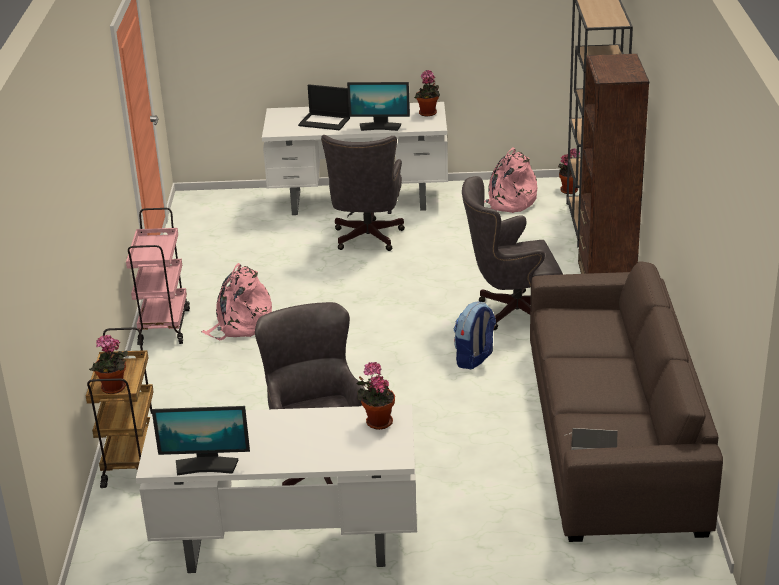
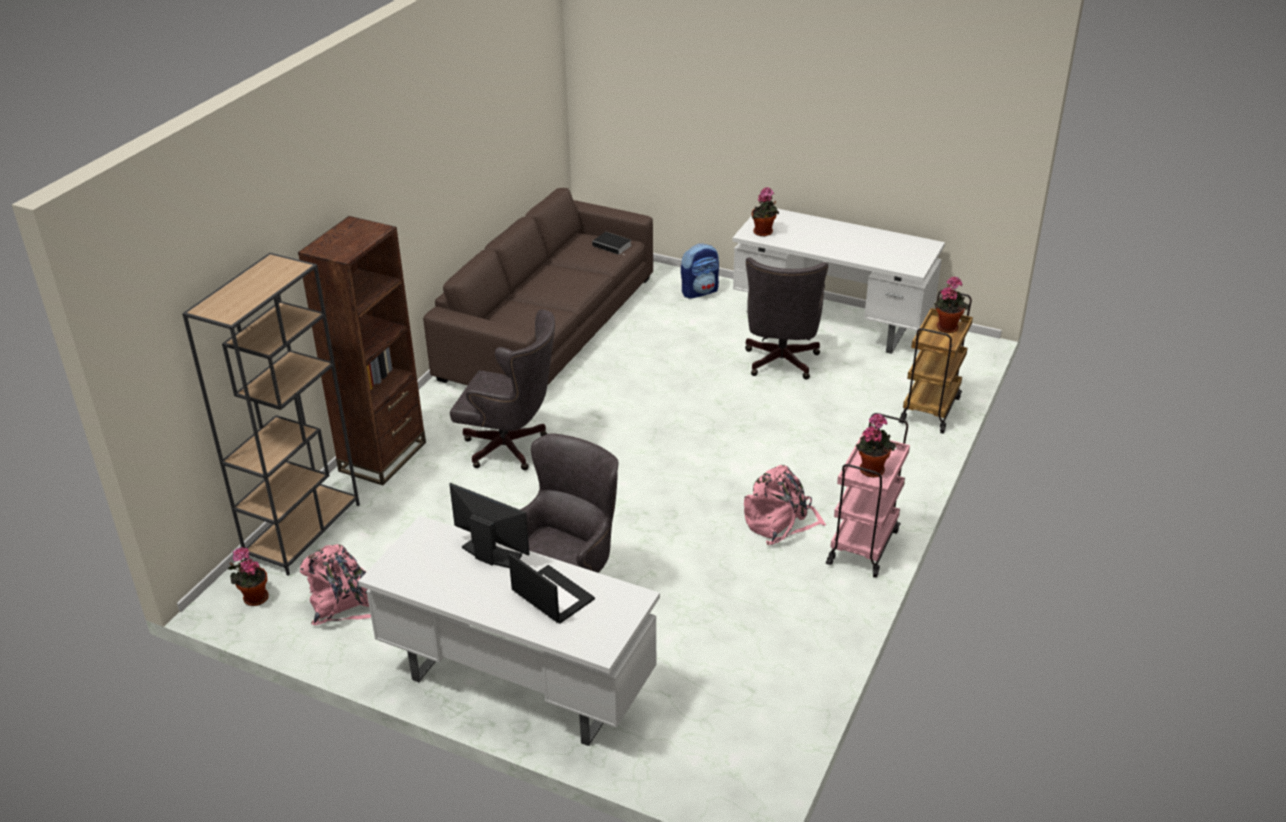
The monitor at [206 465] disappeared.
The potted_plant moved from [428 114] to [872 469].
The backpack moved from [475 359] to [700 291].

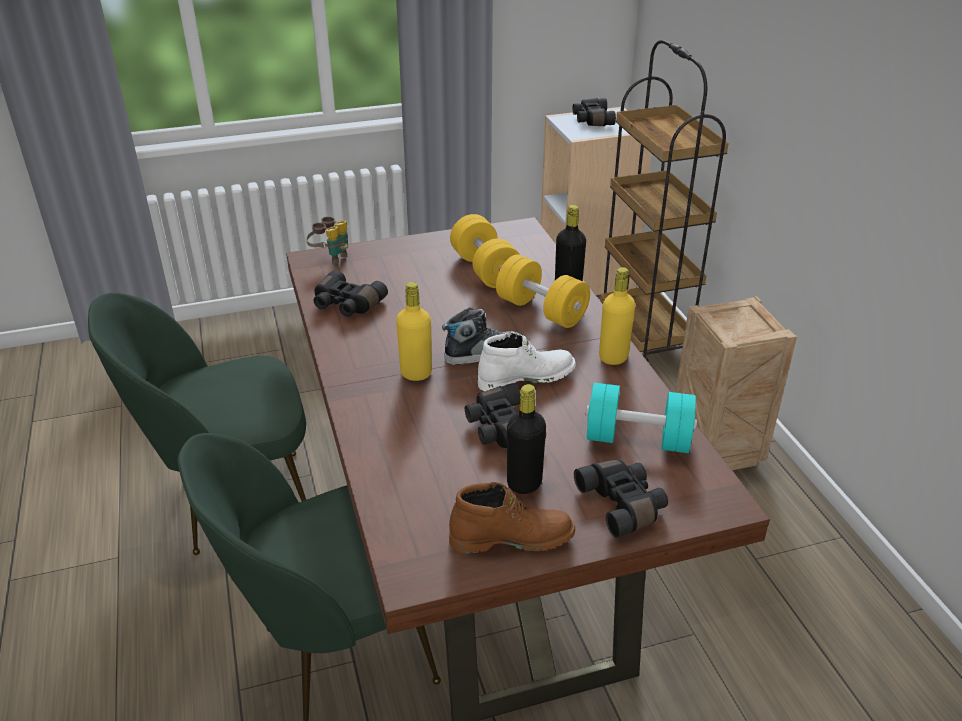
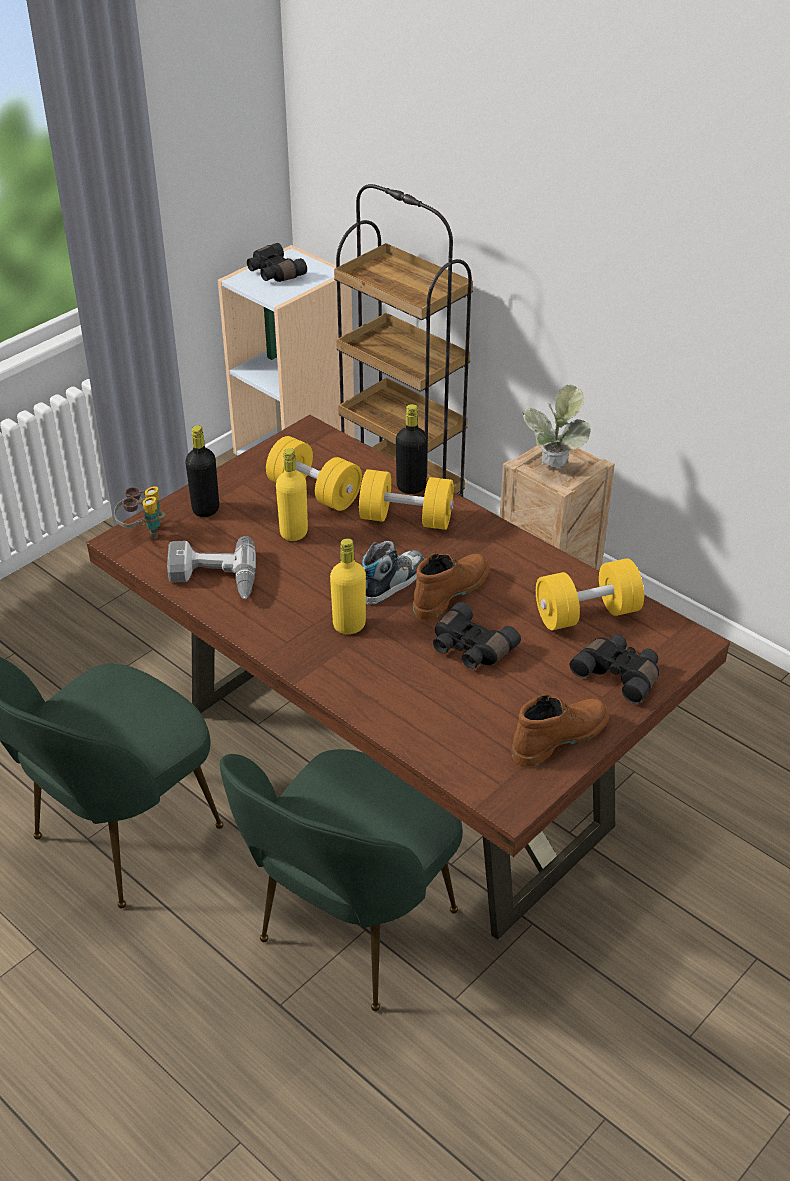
The black_binoculars at [346 305] was replaced by the power_drill at [213 579].
The white_boot at [526 377] became the brown_boot at [449 592].
The black_bottle moved from [524 483] to [205 509].
The turquoise_dumbbell at [637 439] became the yellow_dumbbell at [587 614].
The yellow_bottle moved from [613 357] to [294 533].
The potted_plant at [552 470] appeared.

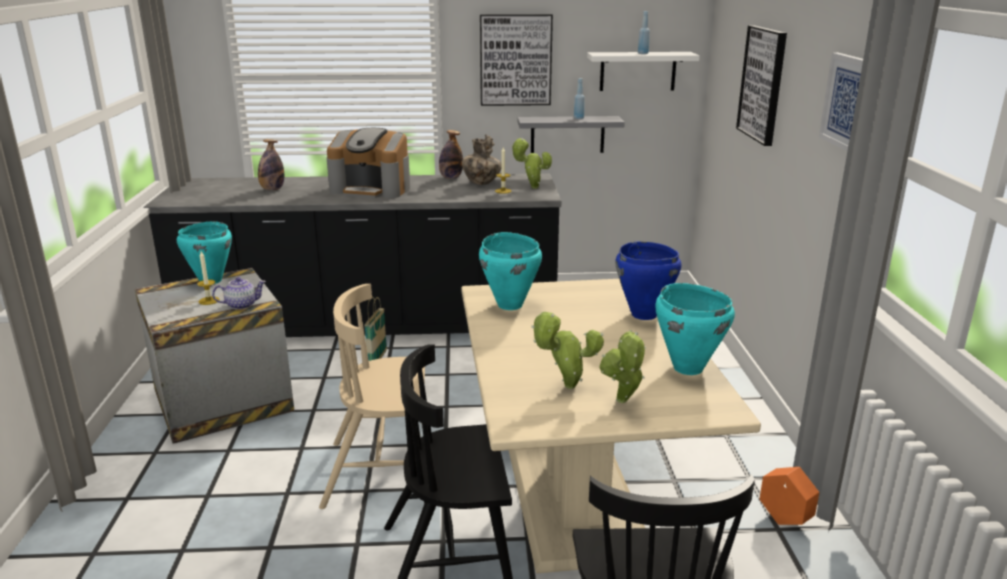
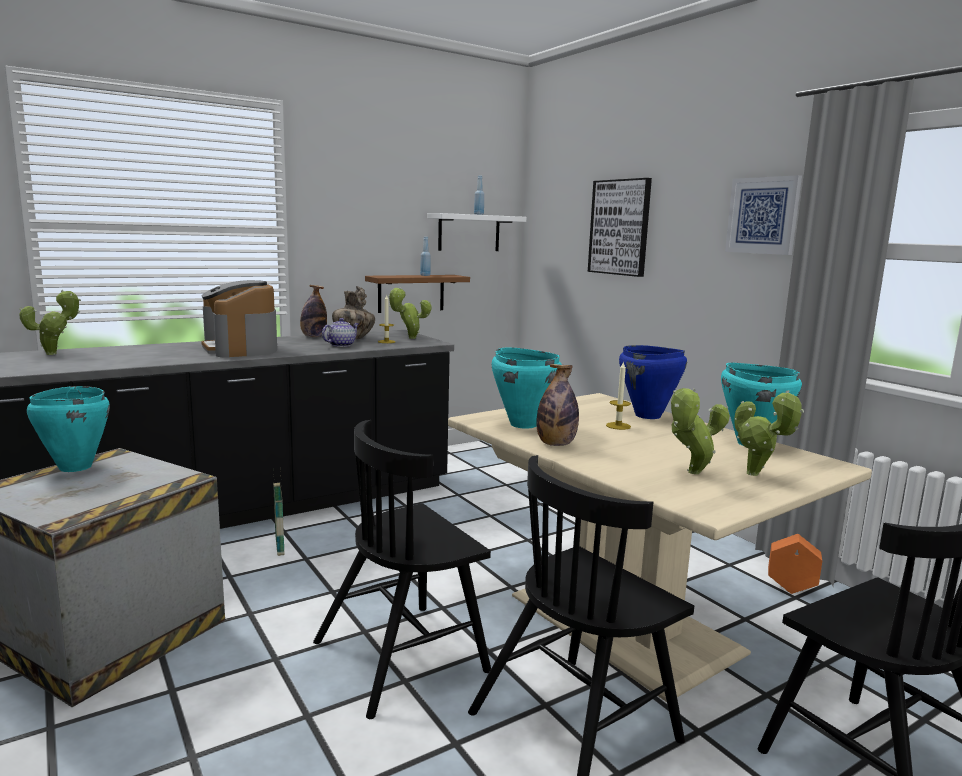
The candle moved from [209 300] to [618 426].
The teapot moved from [242 305] to [341 345].
The bottle moved from [272 189] to [556 444].
The beige_chair at [388 471] became the black_chair at [409 652].
The coffee_machine at [372 189] turned 75 degrees clockwise.
The picture at [515 60] disappeared.
The grey_shelf at [567 134] became the brown_shelf at [411 293].
The potted_plant at [55 354] appeared.

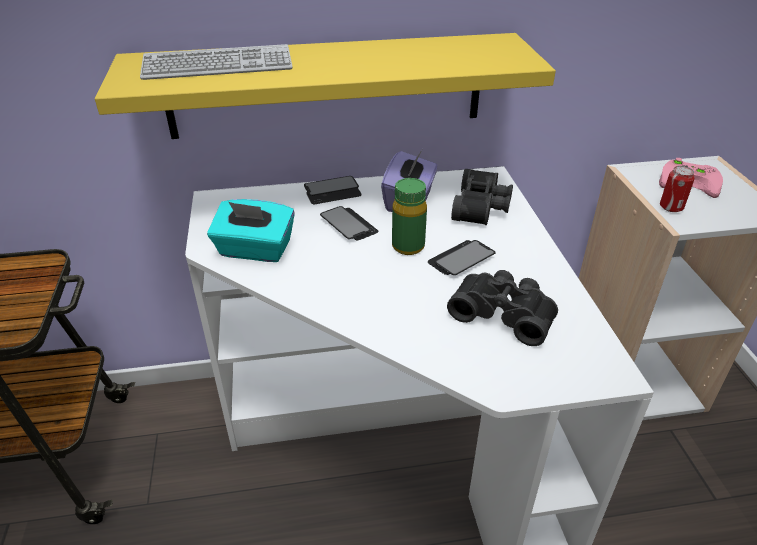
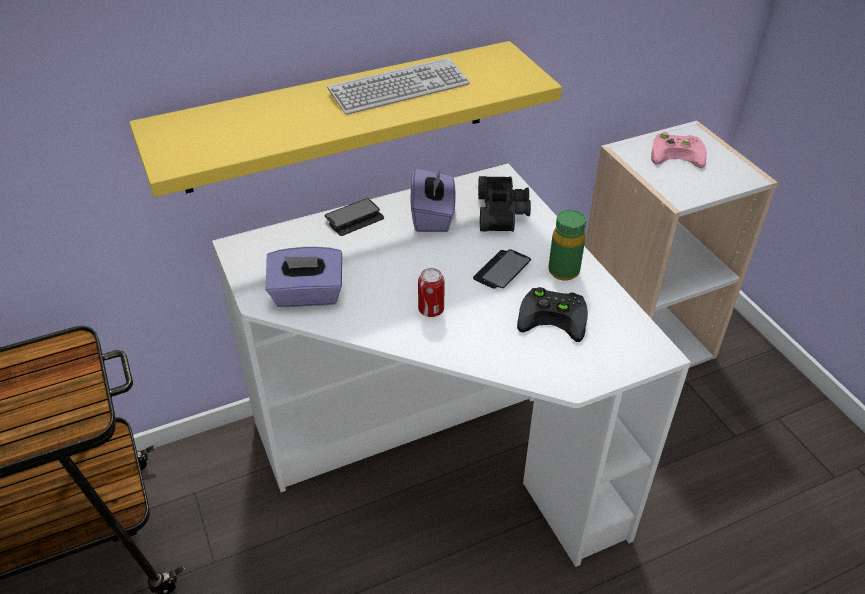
The keyboard moved from [218 65] to [399 88].
The turquoise_tissue_box at [255 250] became the purple_tissue_box at [307 295].
The phone at [348 225] disappeared.
The green_bottle moved from [408 246] to [563 271].
The black_binoculars at [503 314] was replaced by the black_game_controller at [555 316].
The can moved from [671 207] to [431 310].

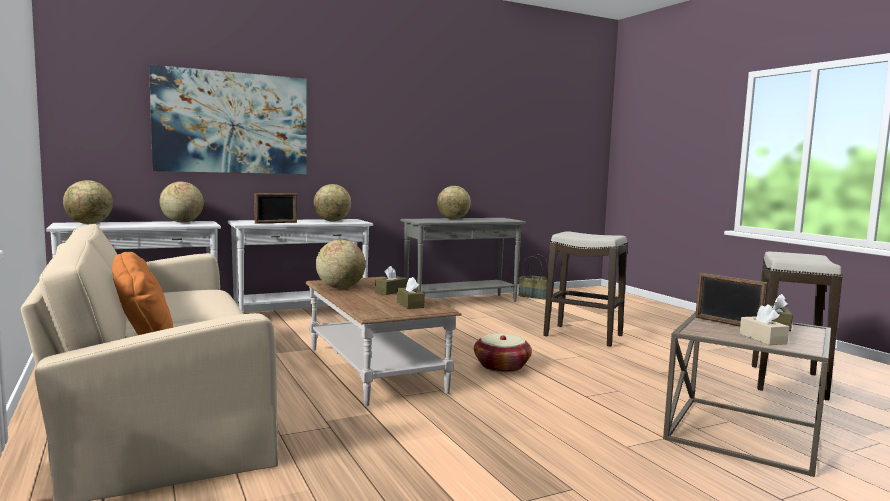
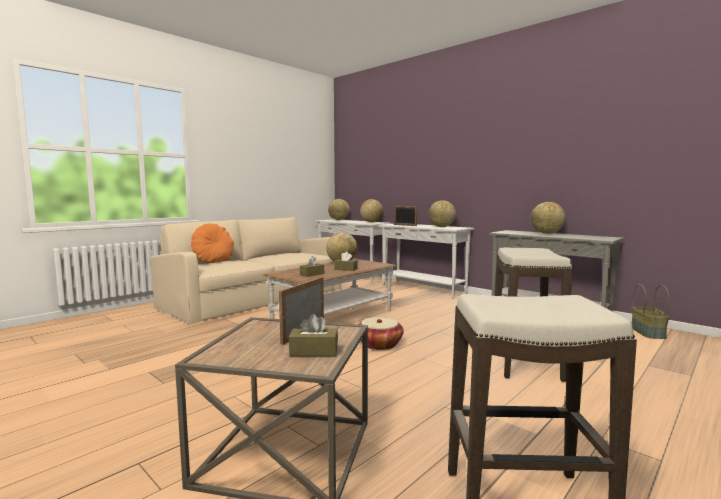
The picture at [232 123] disappeared.
The beige_tissue_box at [762 339] disappeared.

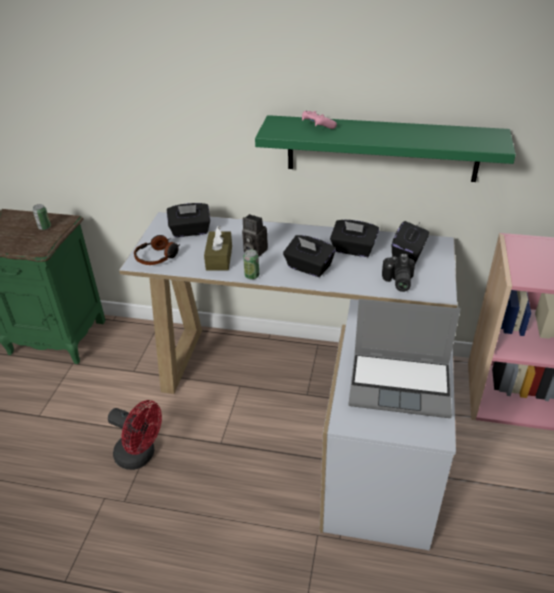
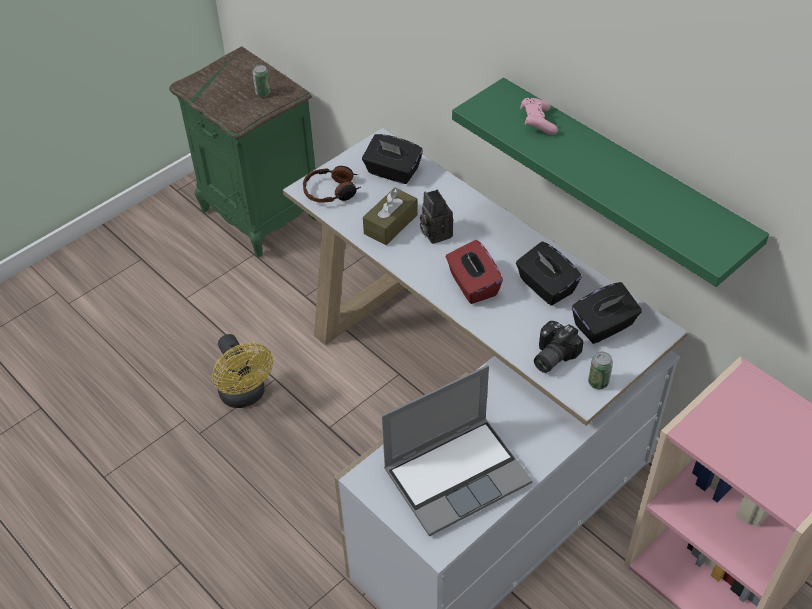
The red_fan at [140 456] became the yellow_fan at [245 396].
The can moved from [252 276] to [598 382].
The black_tissue_box at [308 267] became the red_tissue_box at [472 285].
The laptop at [401 384] turned 75 degrees counterclockwise.

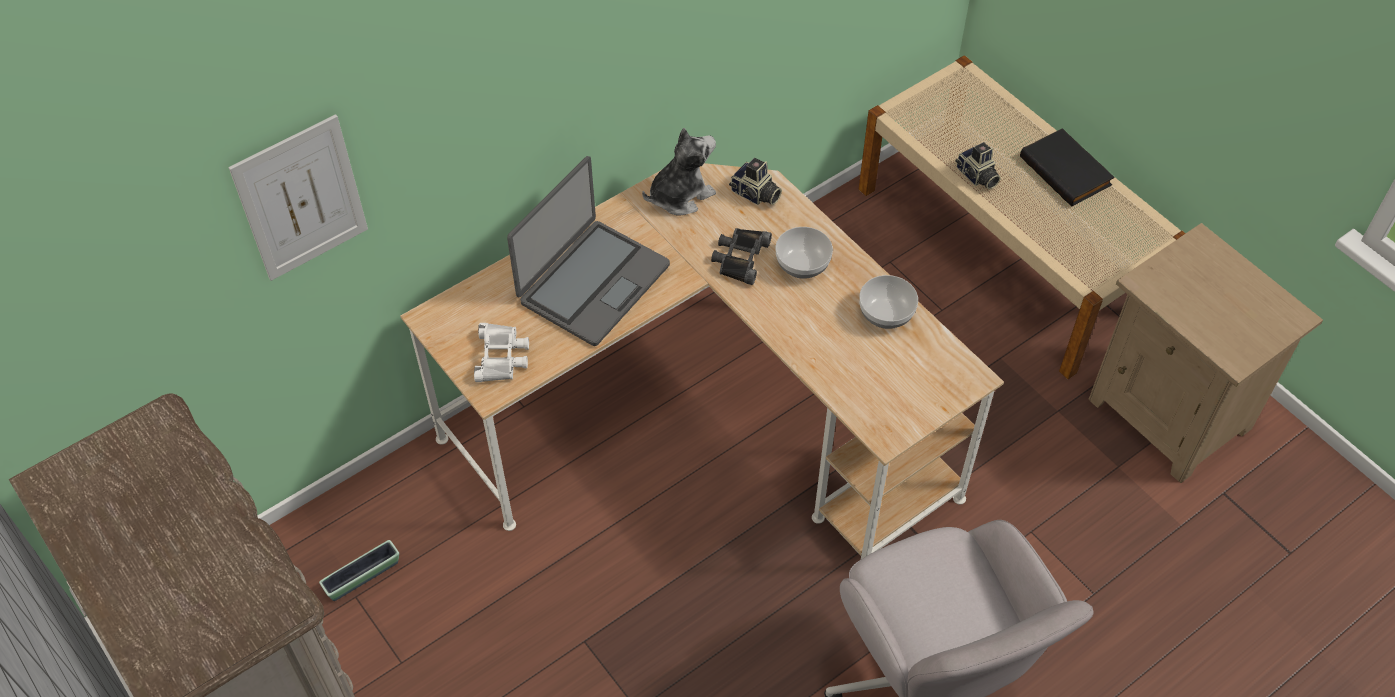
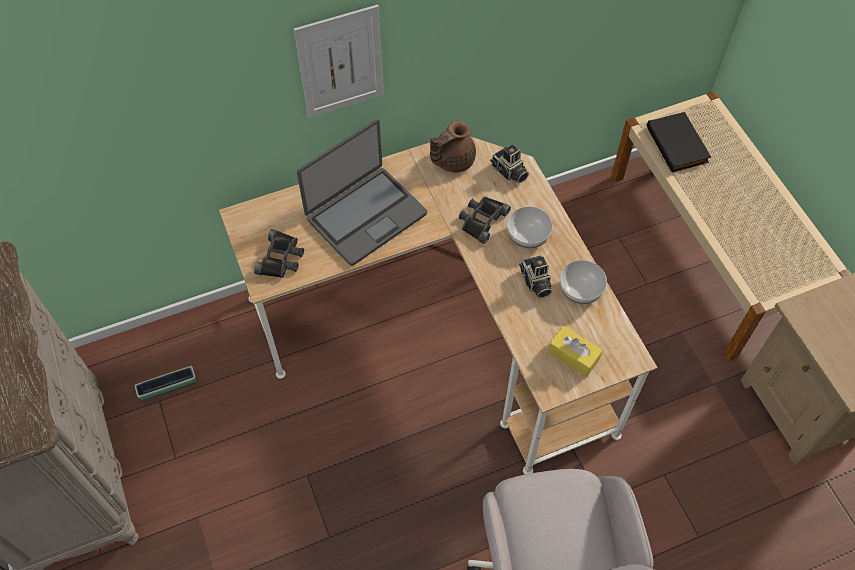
The picture moved from [301 198] to [340 62].
The white_binoculars at [502 356] became the black_binoculars at [281 258].
The plush_toy at [680 195] was replaced by the brown_teapot at [452 160].
The photo_camera moved from [976 176] to [535 282].
The black_book moved from [1067 171] to [678 144].
The yellow_tissue_box at [573 355] appeared.

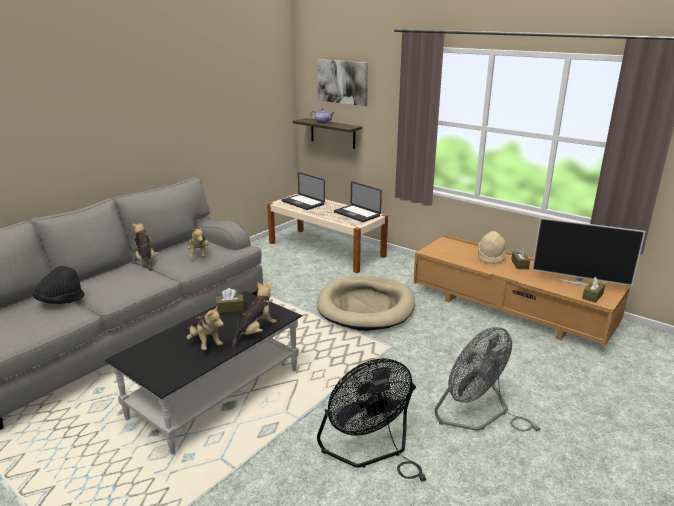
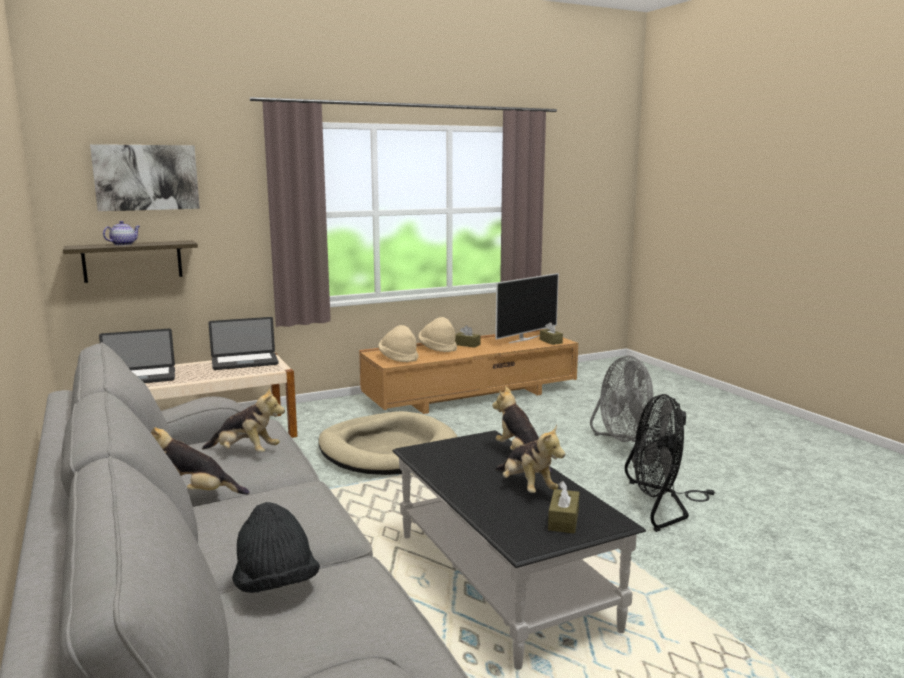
The plush_toy at [205 343] turned 75 degrees clockwise.
The brown_tissue_box moved from [230 308] to [563 520].
The beige_hat at [399 358] appeared.

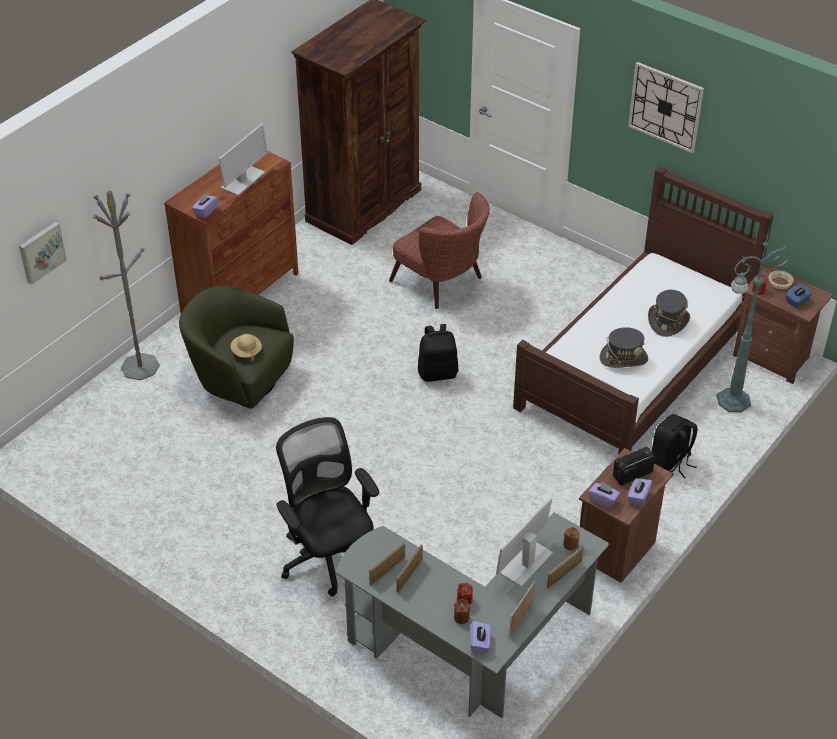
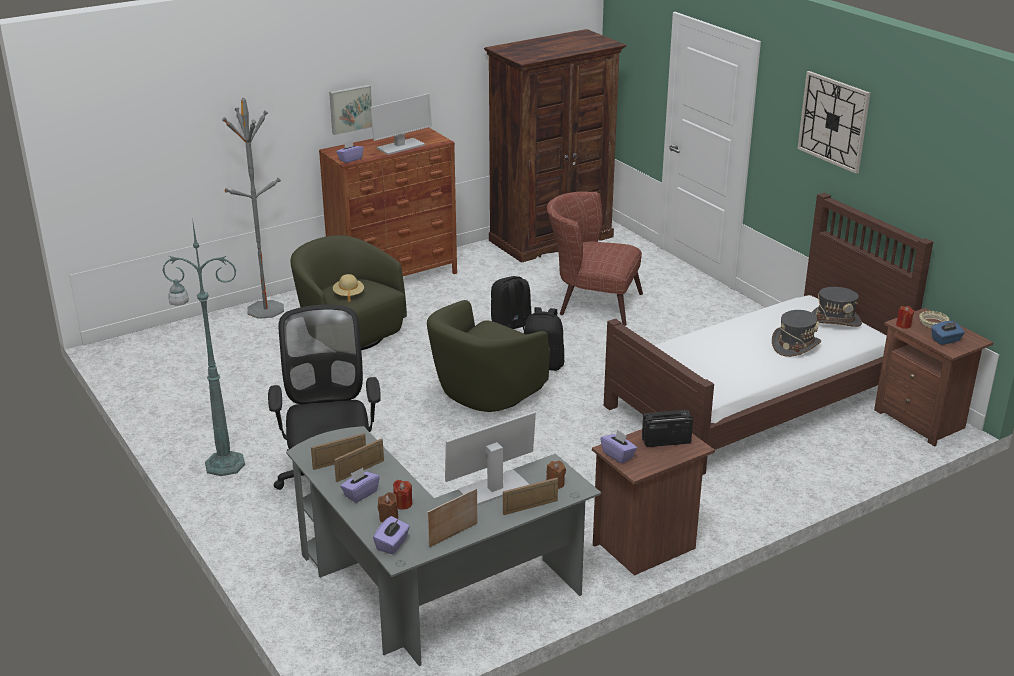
The picture moved from [41 252] to [350 109].
The brown_armchair at [443 284] turned 135 degrees clockwise.
The grey_hat moved from [623 358] to [835 320].
The purple_tissue_box moved from [638 497] to [360 493].
The black_backpack moved from [671 462] to [511 327].
The green_floor_lamp moved from [731 401] to [222 464].
The green_armchair at [486 395] appeared.

